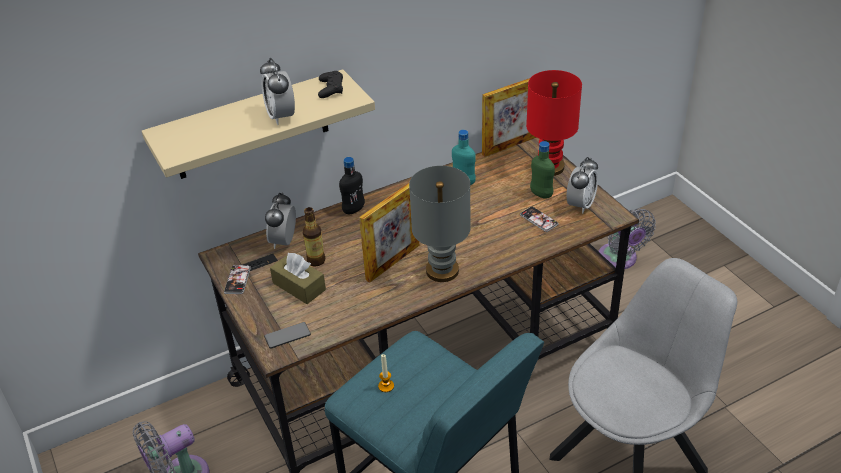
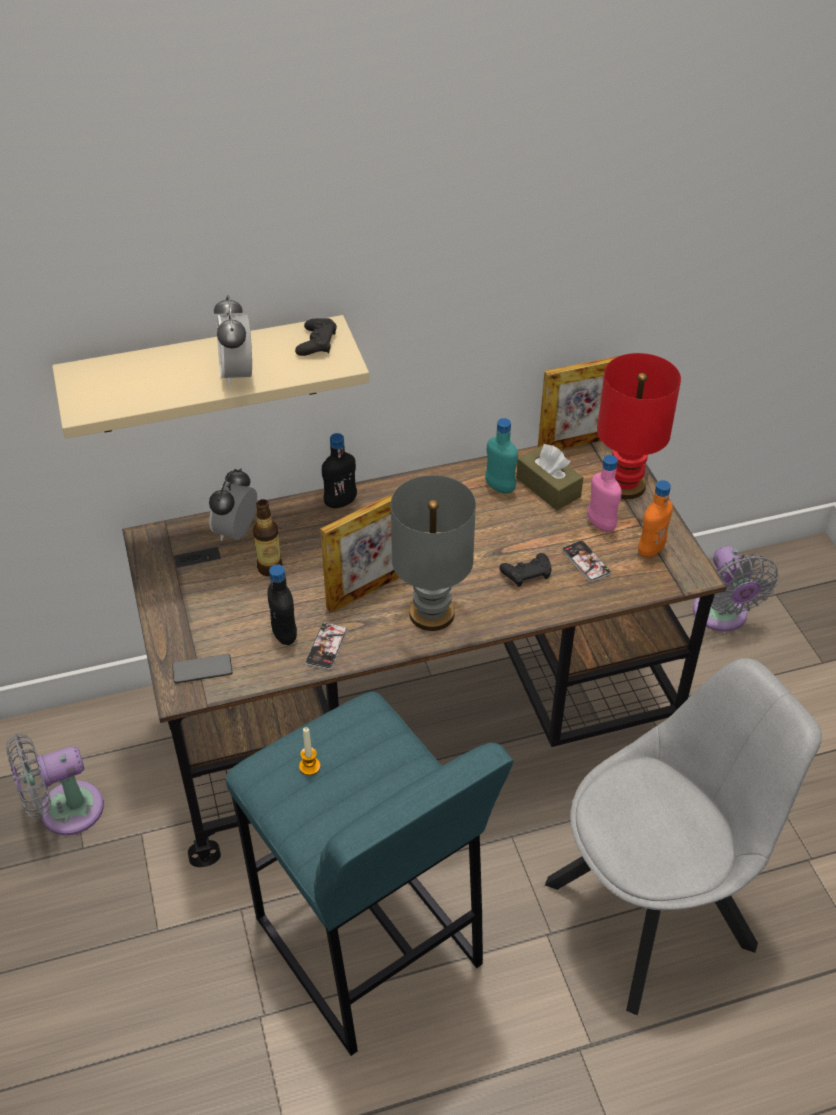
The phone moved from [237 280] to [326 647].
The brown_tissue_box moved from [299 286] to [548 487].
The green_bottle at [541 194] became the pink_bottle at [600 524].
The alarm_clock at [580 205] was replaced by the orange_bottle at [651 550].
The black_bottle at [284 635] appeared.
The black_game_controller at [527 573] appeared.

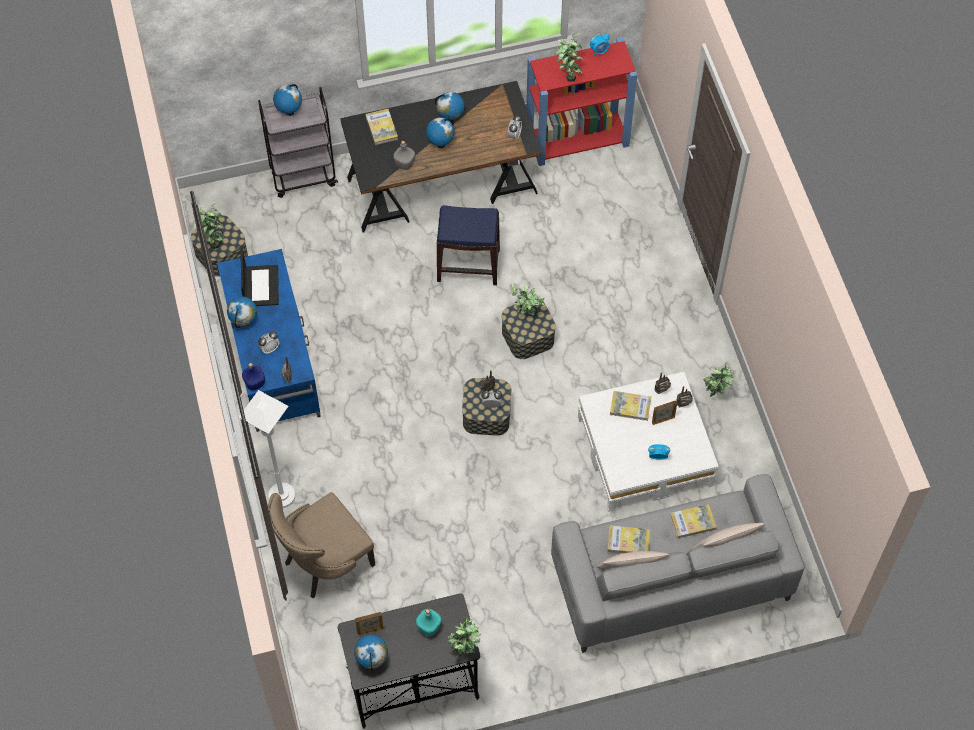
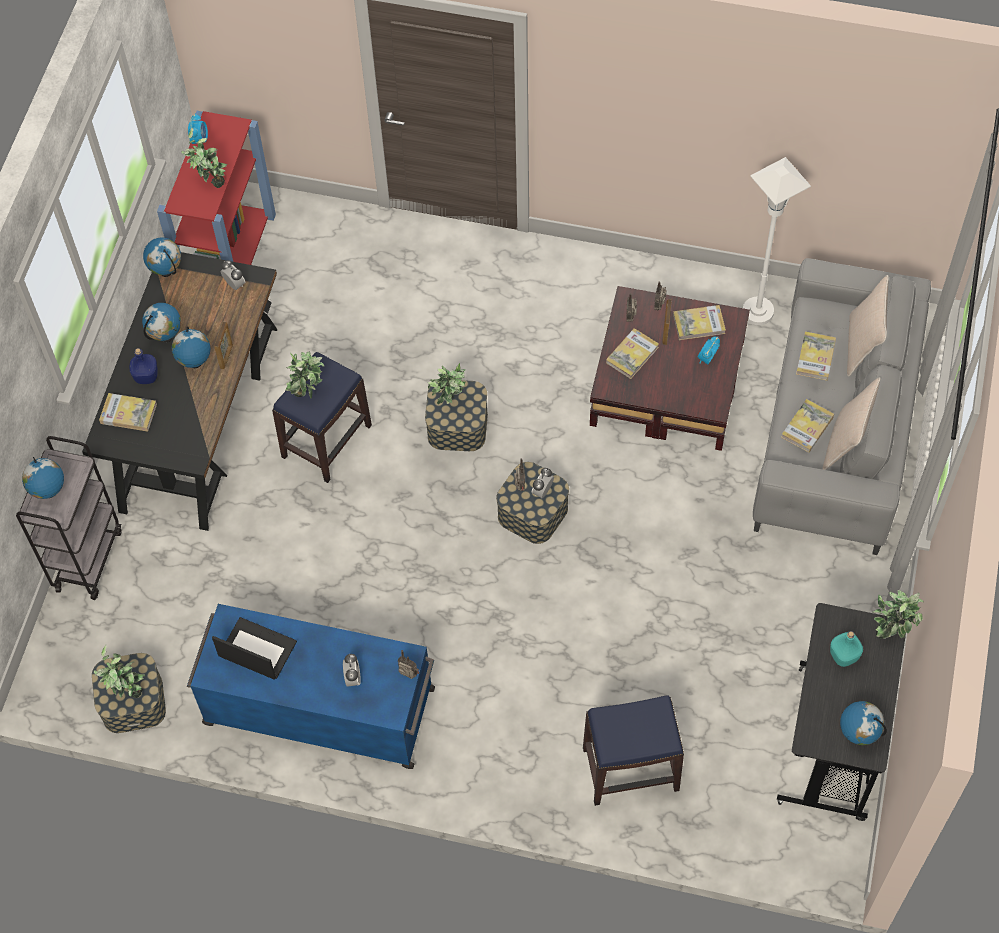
The globe moved from [244 322] to [167 272].
The white_floor_lamp moved from [282 496] to [757 312].
The blue_bottle moved from [254 383] to [146 376].
The beige_chair at [324 562] was replaced by the stool at [630 770].
The picture_frame moved from [370 630] to [226 356].
The grey_bottle at [404 163] disappeared.
The white_coffee_table at [644 452] became the brown_coffee_table at [668 383].
The potted_plant moved from [715 394] to [308 394].
The book at [699 324] appeared.

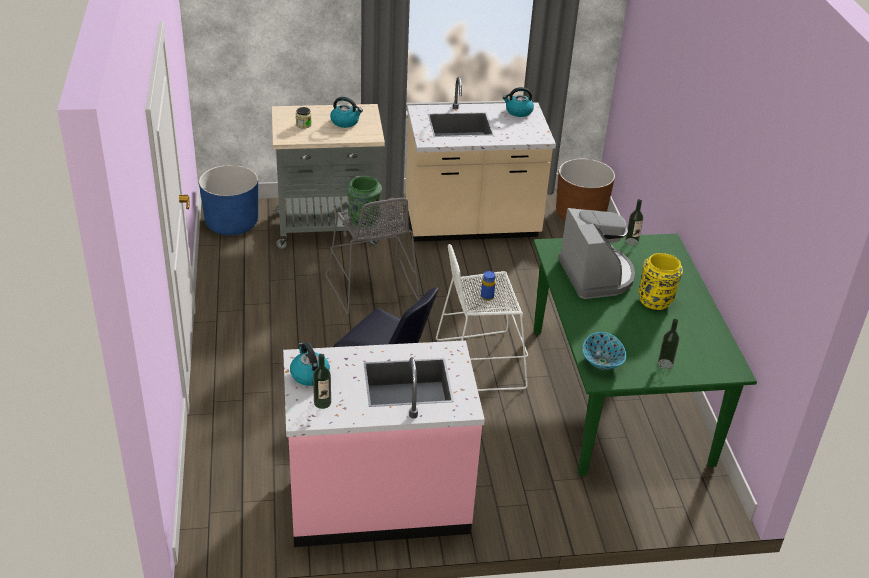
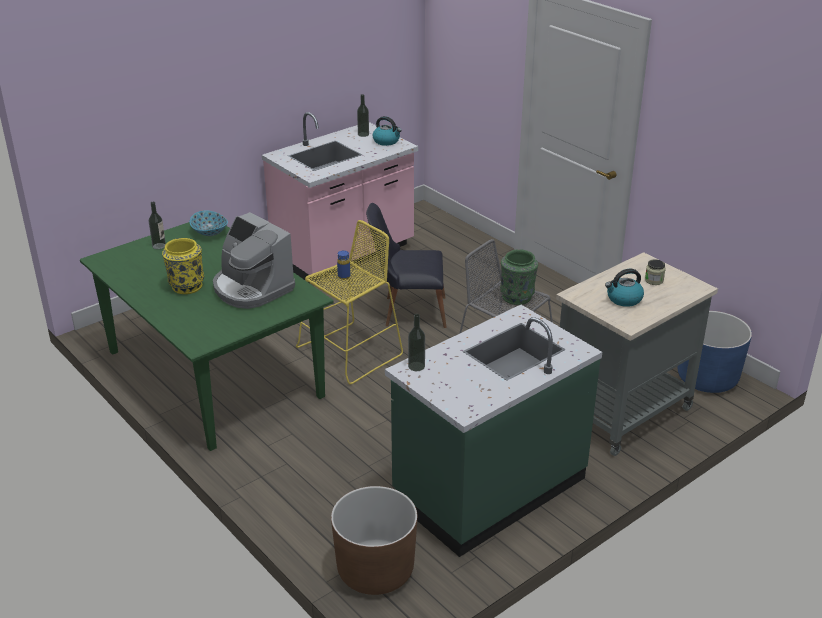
The beige_counter at [471 225] became the green_counter at [488 487].
The white_stool at [481 362] became the yellow_stool at [349 353].
The kettle at [518 111] disappeared.
The bottle moved from [631 241] to [416 366].

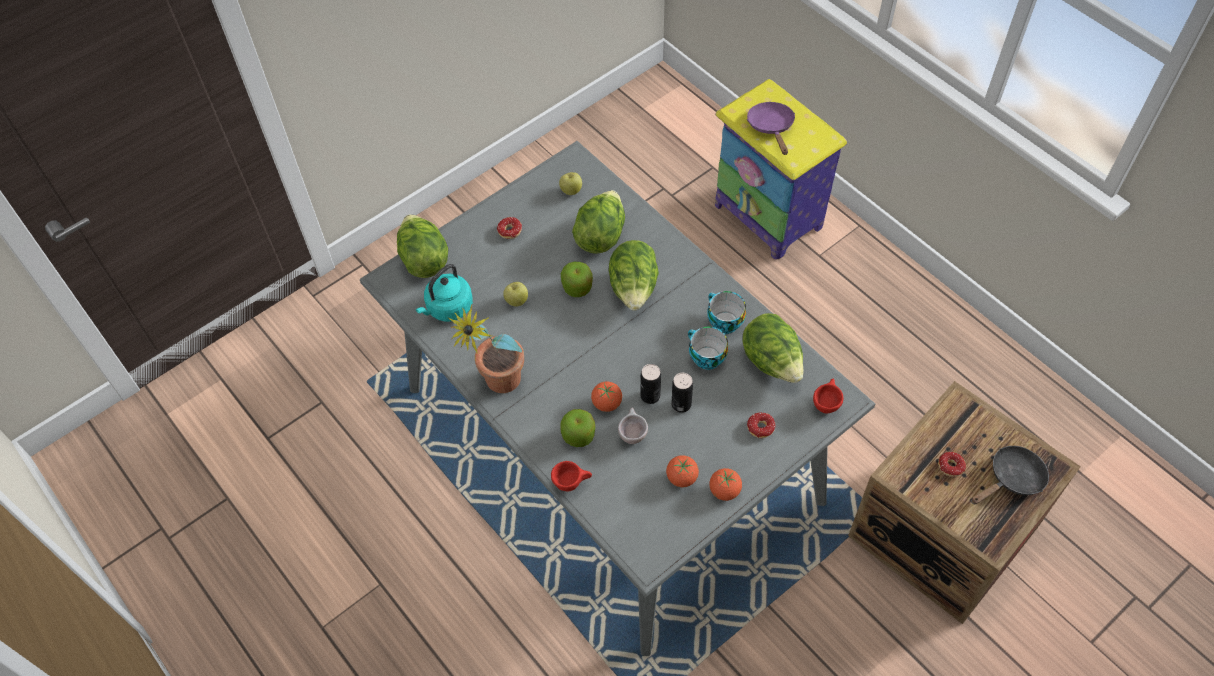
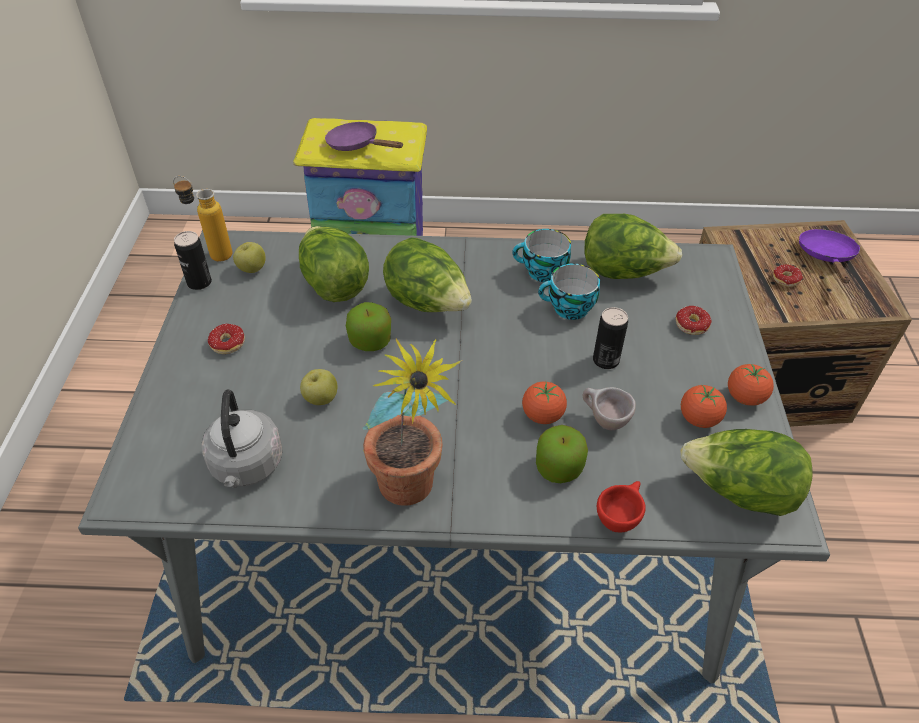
The lettuce moved from [424 259] to [738 492].
The turquoise_kettle at [448 308] became the grey_kettle at [247 467].
The can moved from [650 396] to [199 282].
The red_cup at [826 403] disappeared.
The black_frying_pan at [1012 479] became the purple_frying_pan at [826 257].
The bottle at [212 254] appeared.

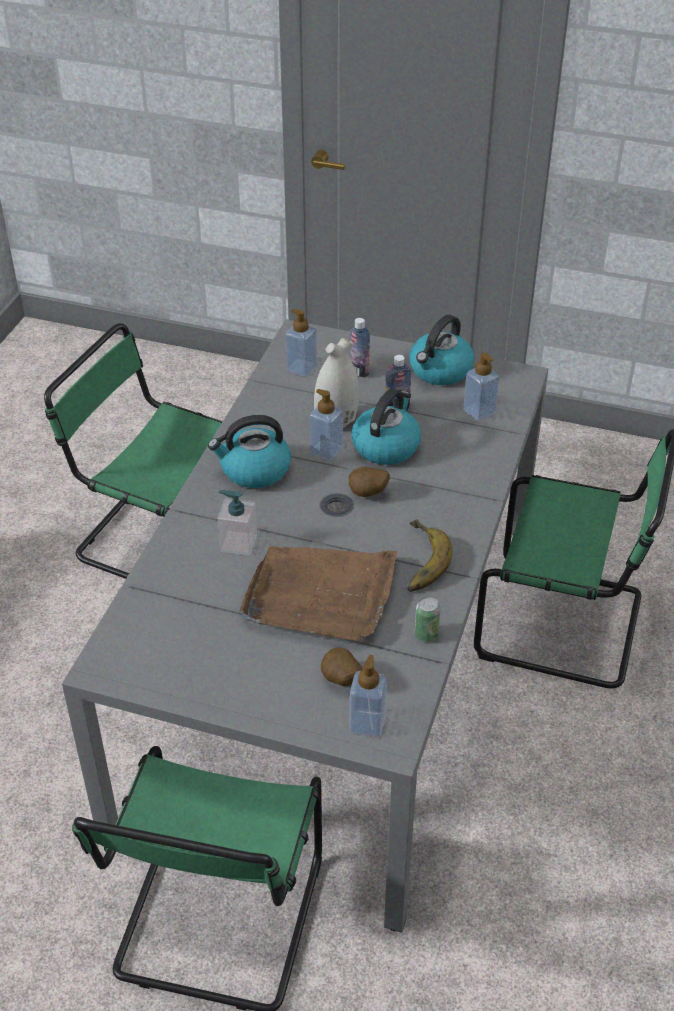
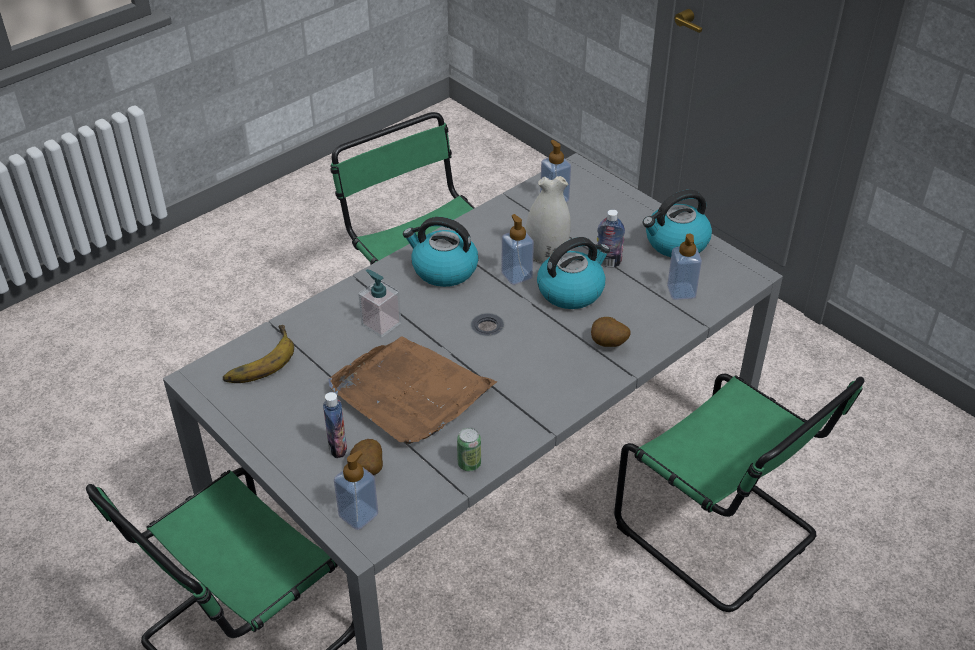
The bottle moved from [359 371] to [337 448].
The potato moved from [368 494] to [608 345].
The banana moved from [417 561] to [257 359].

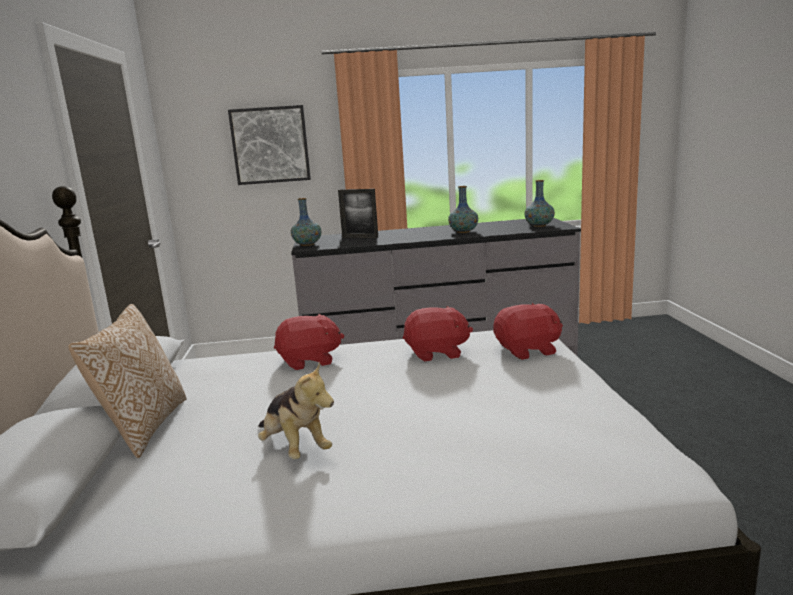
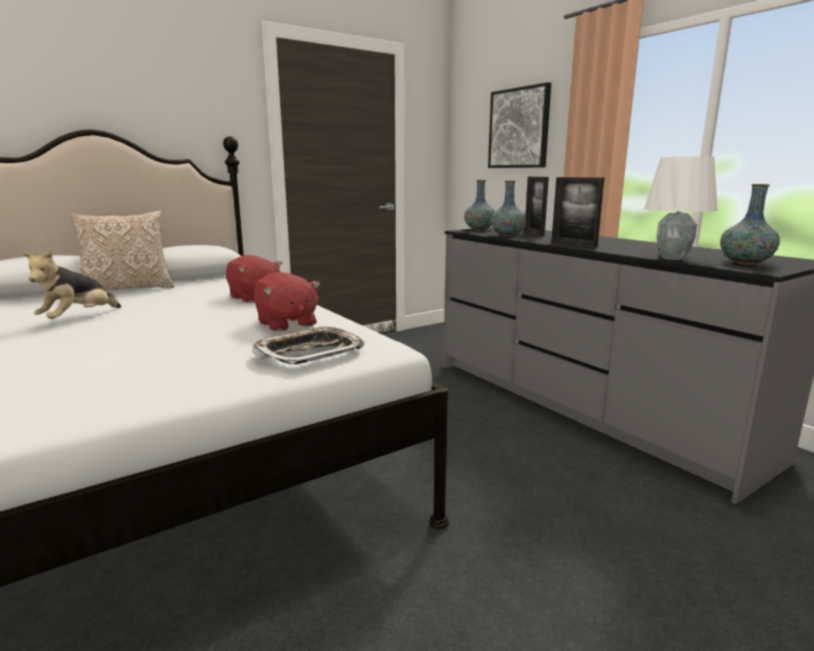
The vase moved from [463 231] to [507 235].
The red_plush_toy at [528 351] was replaced by the tray at [310 353].
The picture_frame at [573 244] appeared.
The white_table_lamp at [673 258] appeared.

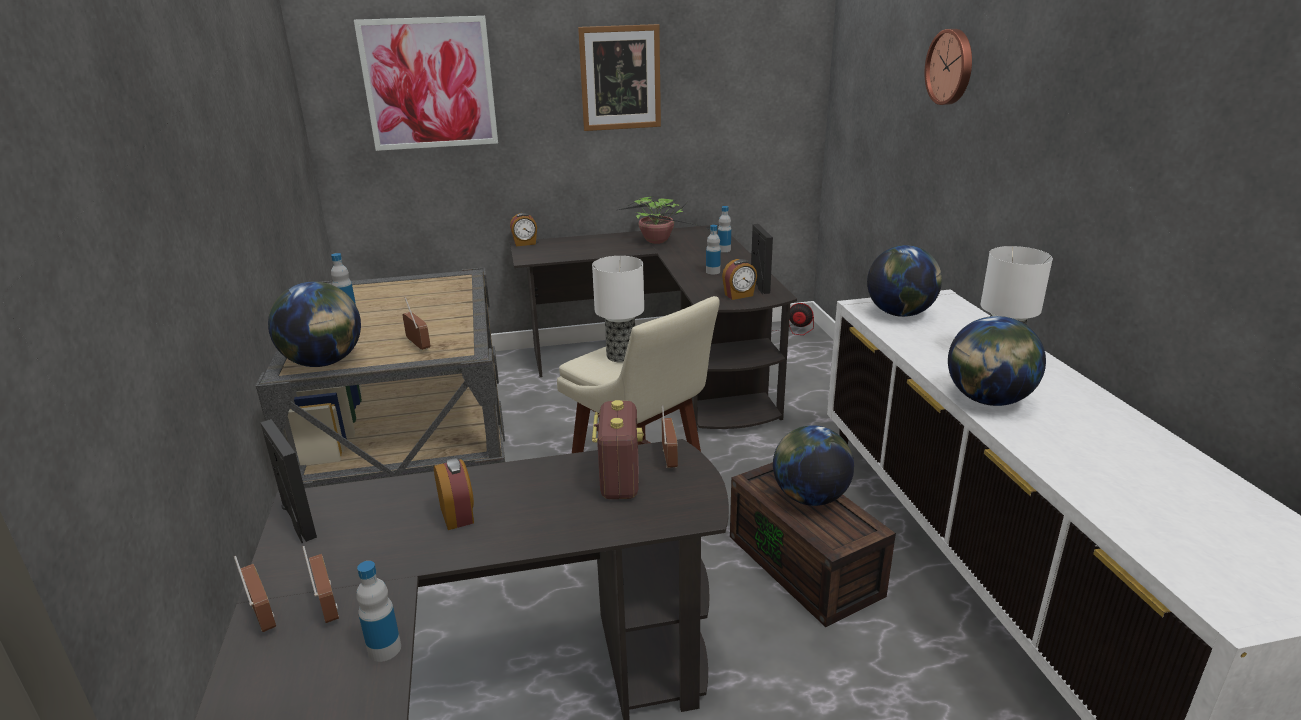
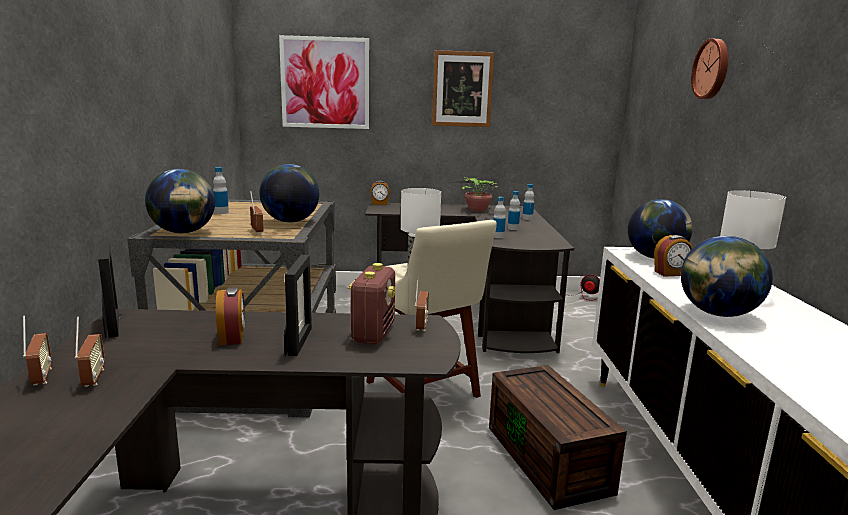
The bottle moved from [384 649] to [498 236].
The alarm_clock moved from [739 295] to [670 273].
The picture_frame moved from [759 285] to [298 341].
The globe moved from [809 497] to [290 221].

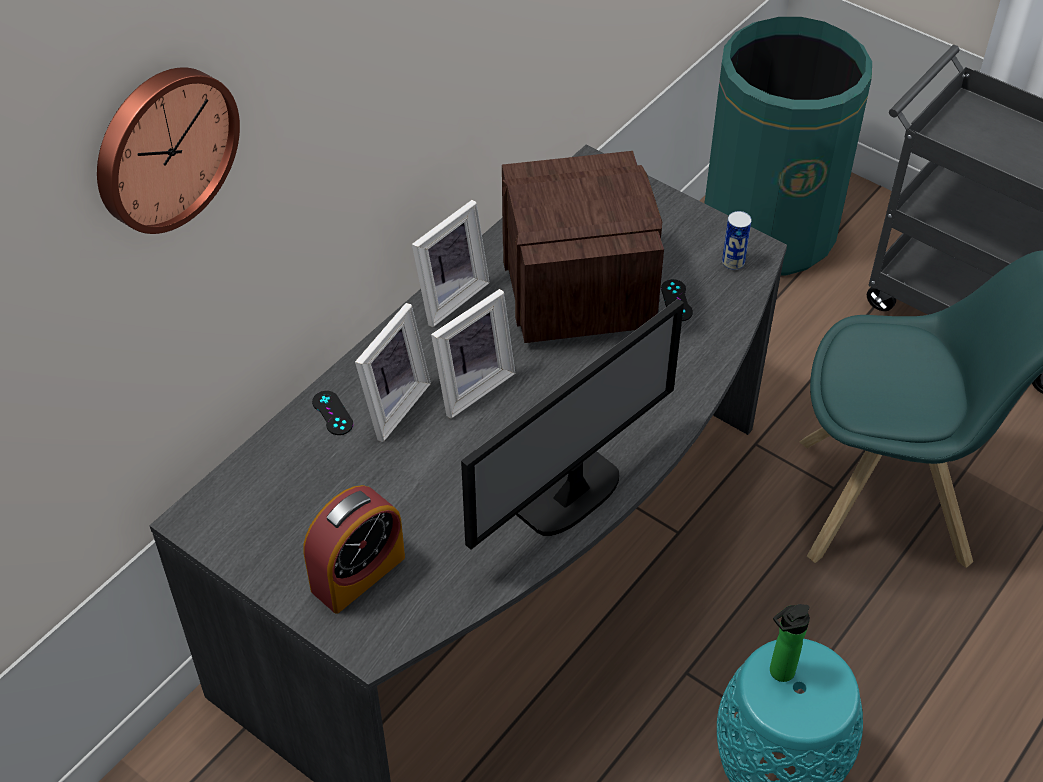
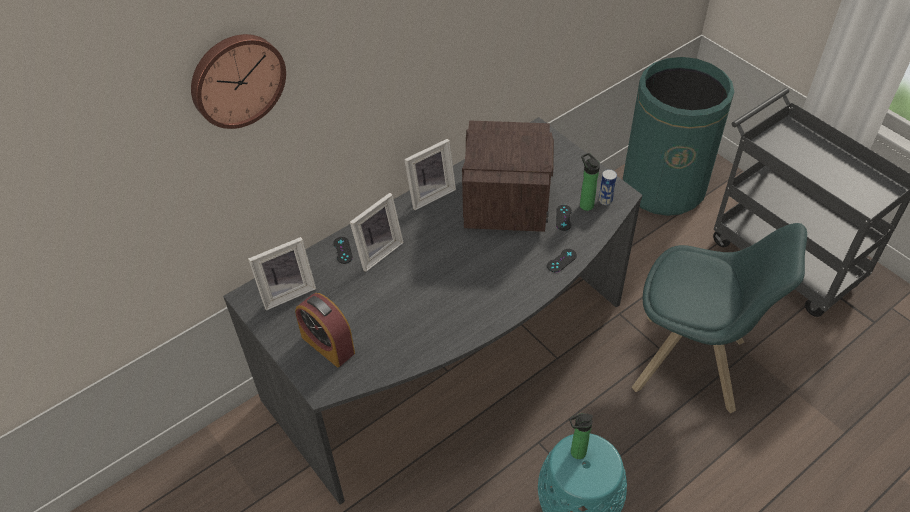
The alarm_clock at [358 573] turned 75 degrees clockwise.
The picture_frame moved from [470 385] to [286 291].
The monitor at [571 496] disappeared.
The black_game_controller at [561 260] appeared.
The bottle at [585 204] appeared.

